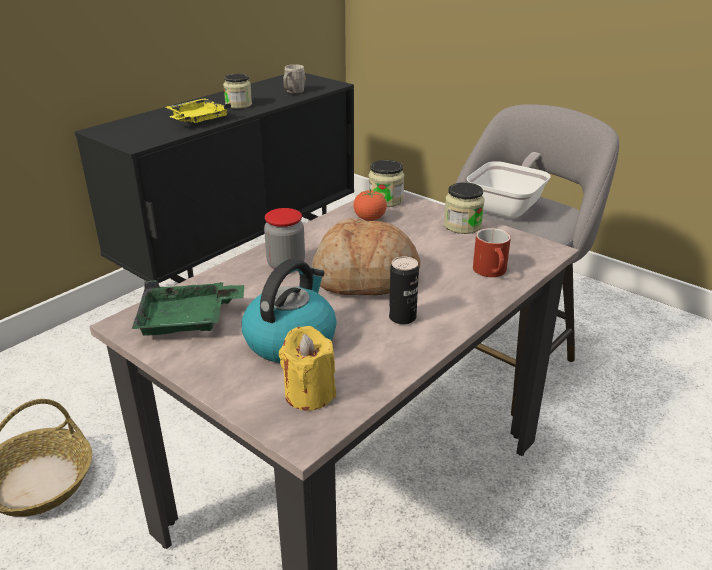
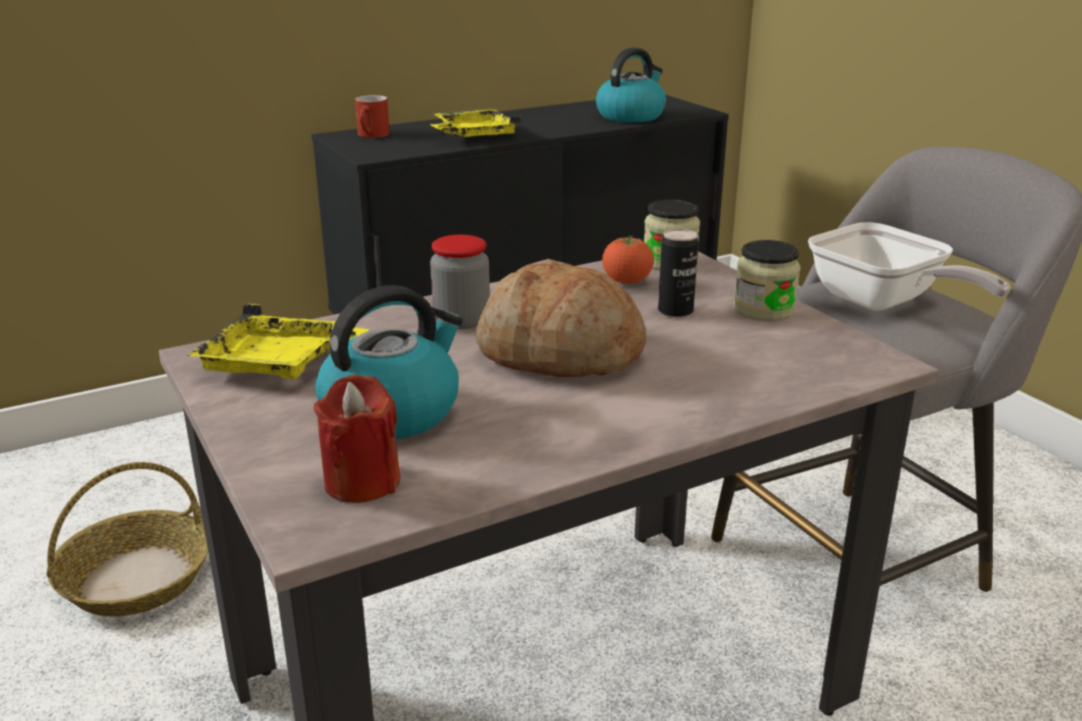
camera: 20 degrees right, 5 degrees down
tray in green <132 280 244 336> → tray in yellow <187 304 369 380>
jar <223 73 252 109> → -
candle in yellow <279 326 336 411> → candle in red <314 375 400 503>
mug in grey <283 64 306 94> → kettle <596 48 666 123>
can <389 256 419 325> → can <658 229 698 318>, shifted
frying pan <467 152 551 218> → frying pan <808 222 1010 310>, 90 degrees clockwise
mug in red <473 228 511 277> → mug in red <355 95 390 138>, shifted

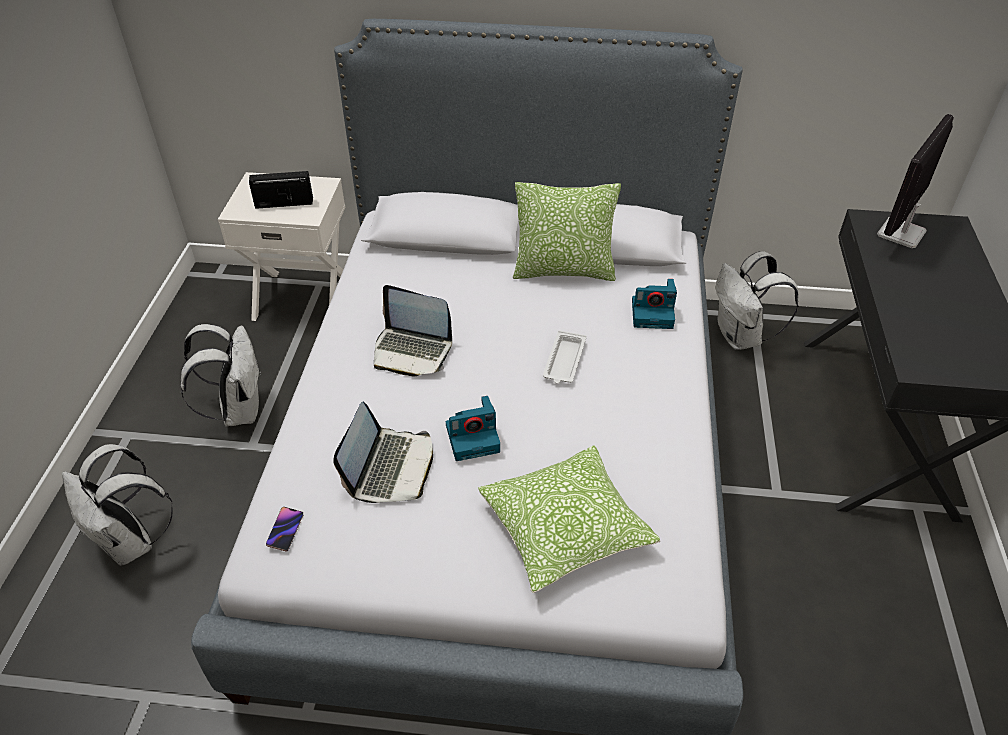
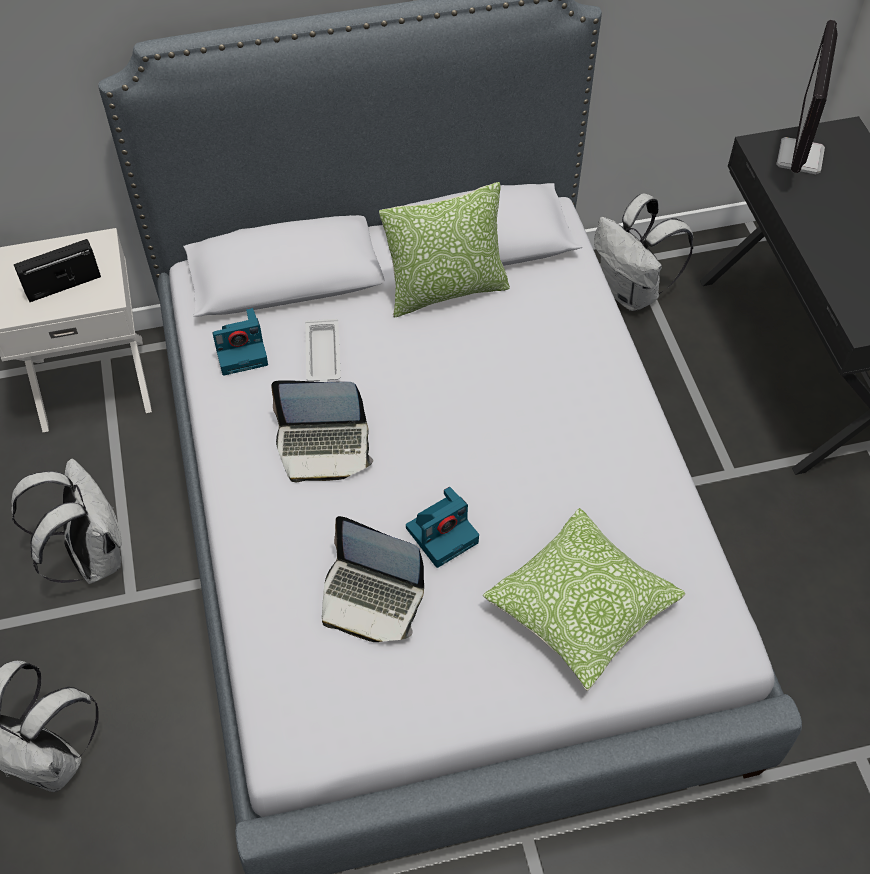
camera: 20 degrees left, 10 degrees up
phone <266 507 303 552> → -
laptop <333 402 433 503> → laptop <322 516 424 642>, 120 degrees clockwise
tray in white <543 330 586 384> → tray in white <305 319 341 382>, shifted
photo camera <632 279 677 329> → photo camera <213 308 268 376>, shifted

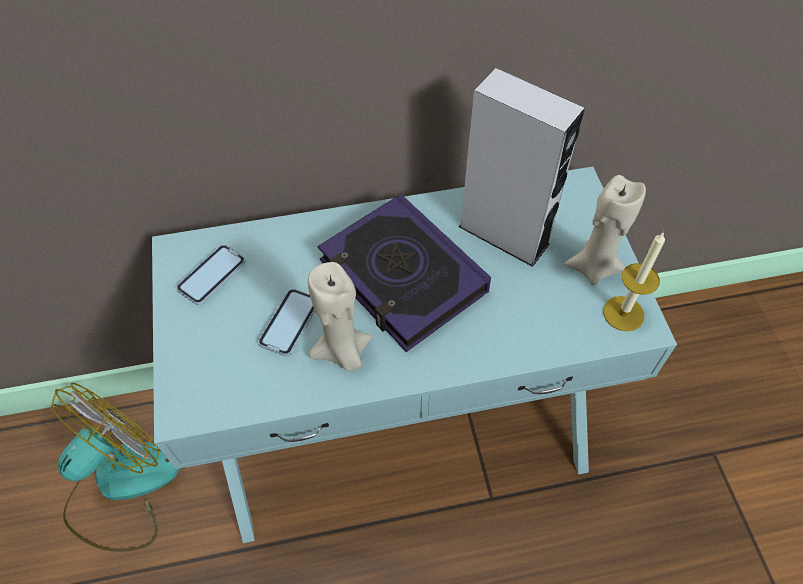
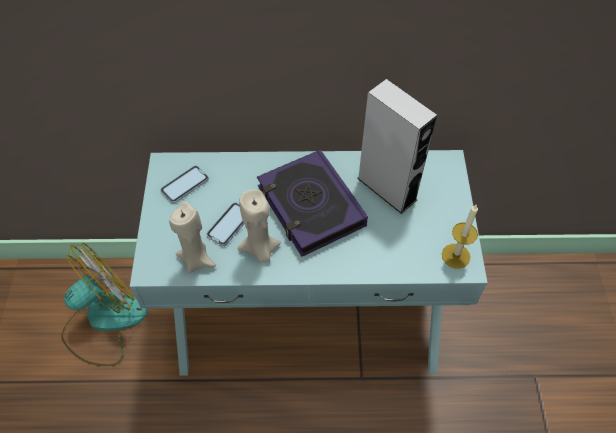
camera: 10 degrees right, 0 degrees up
candle in beige <565 175 646 285> → candle in beige <169 202 216 273>, shifted

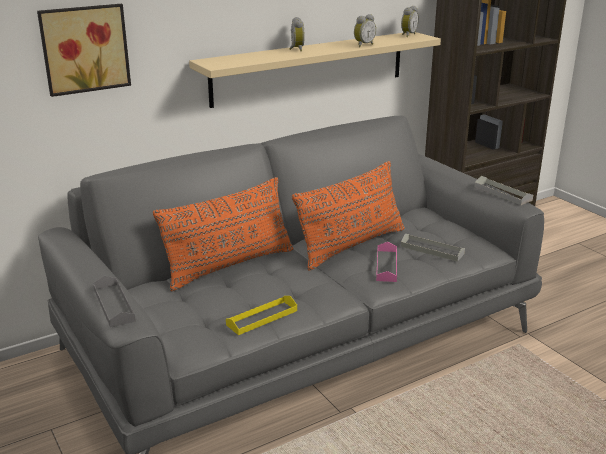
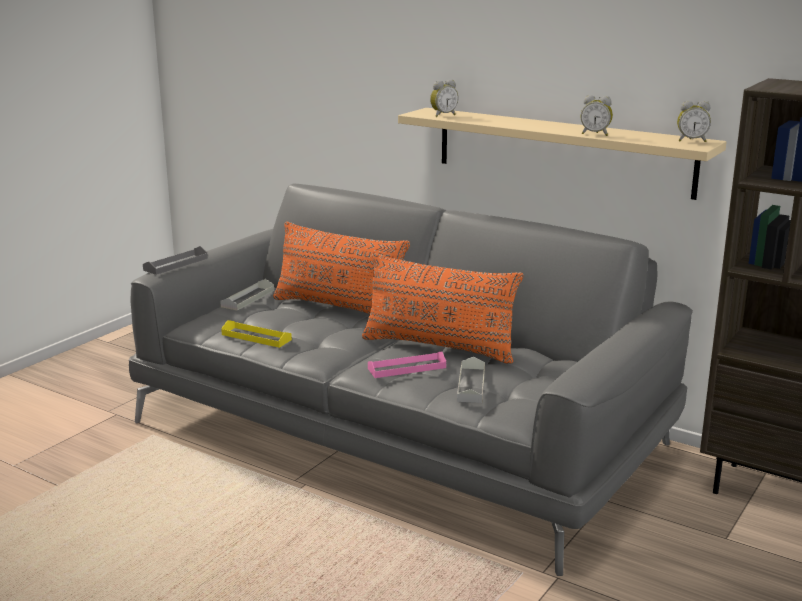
camera: 65 degrees right, 5 degrees down
picture <37 4 131 97> → -
alarm clock <290 17 304 51> → alarm clock <430 79 458 117>, shifted
tray in grey <474 176 533 205> → tray in grey <220 279 274 310>, shifted

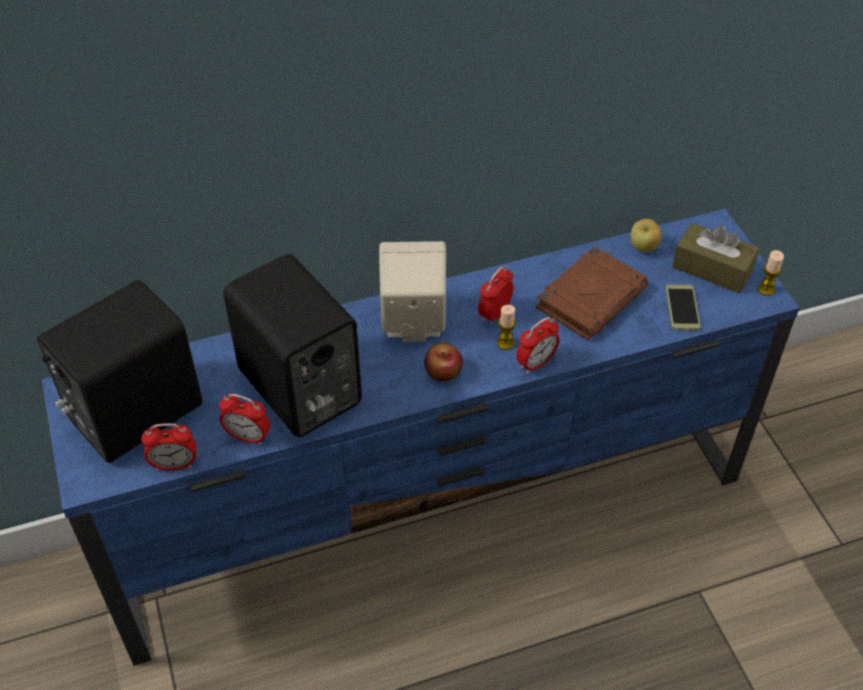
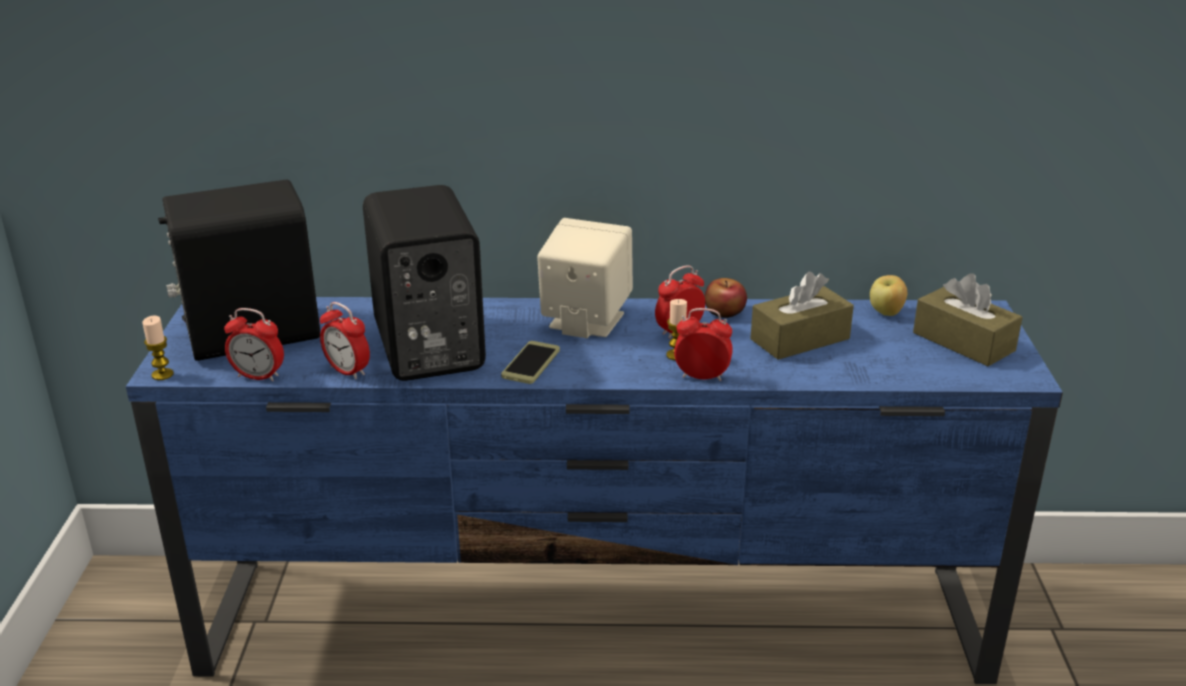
camera: 20 degrees right, 20 degrees down
apple <424 343 463 381> → apple <705 278 747 318>, shifted
alarm clock <516 317 560 374> → alarm clock <674 308 733 381>, 150 degrees counterclockwise
book in brown <536 246 648 340> → tissue box in brown <750 272 854 360>
phone <666 285 701 330> → phone <501 341 560 384>, shifted
candle <758 250 784 296> → candle <142 315 174 380>, shifted

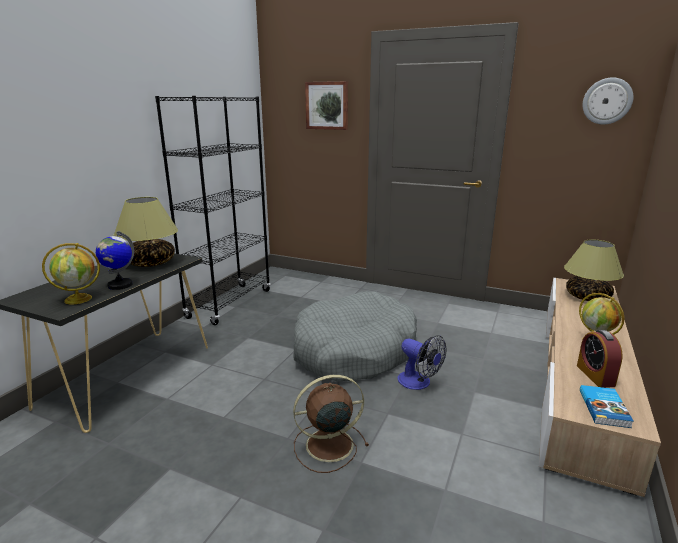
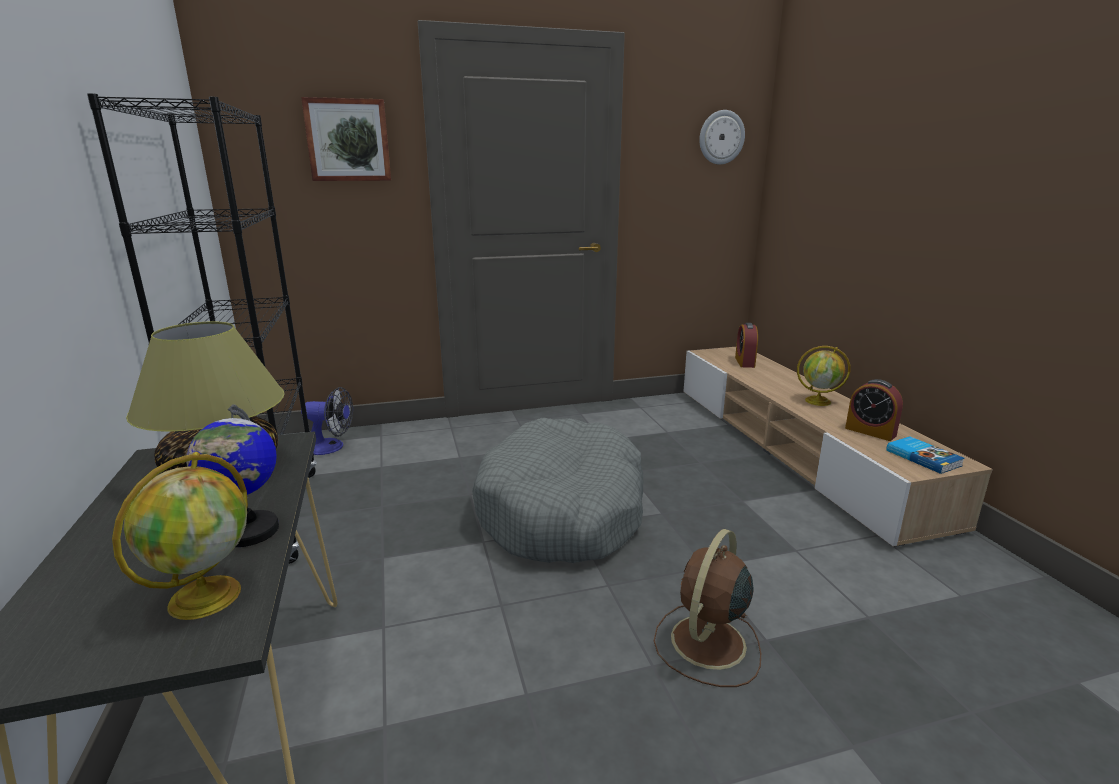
camera: 40 degrees left, 0 degrees up
fan <397 335 447 390> → fan <301 387 353 455>, shifted
table lamp <564 239 624 301> → alarm clock <735 323 758 368>

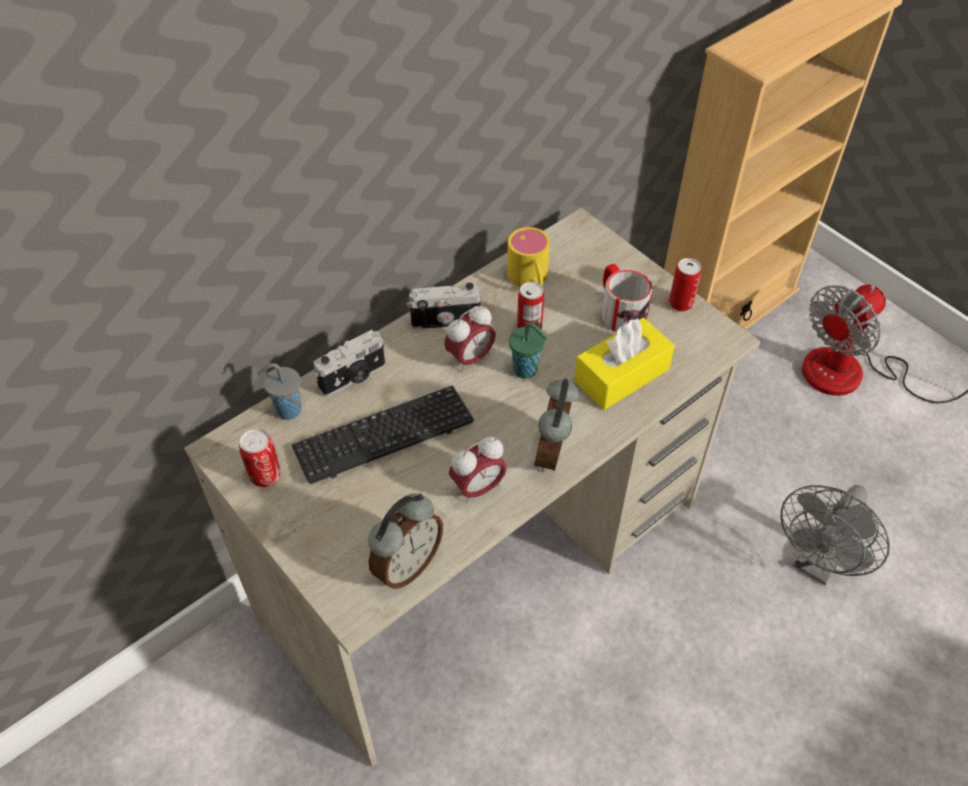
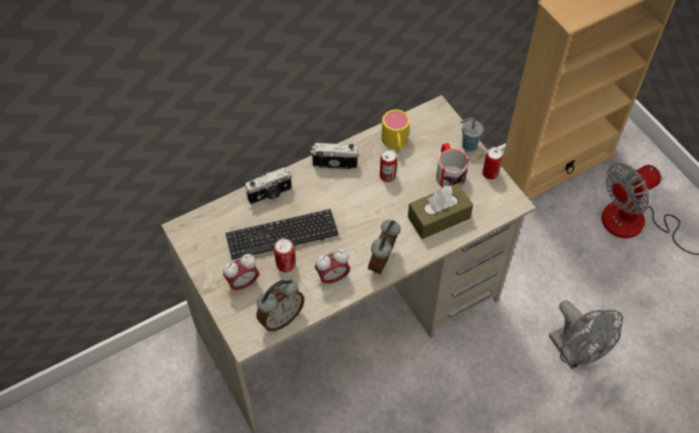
camera: 10 degrees right, 5 degrees up
can <239 429 280 487> → can <274 238 296 272>, shifted
cup in grey <257 363 301 420> → cup in grey <461 118 484 151>, shifted
alarm clock <444 306 496 372> → alarm clock <223 254 259 293>, shifted
cup in green <509 323 548 379> → -
tissue box in yellow <574 318 675 410> → tissue box in brown <408 183 473 239>
fan in grey <781 485 890 585> → fan in grey <549 300 623 369>, 75 degrees counterclockwise

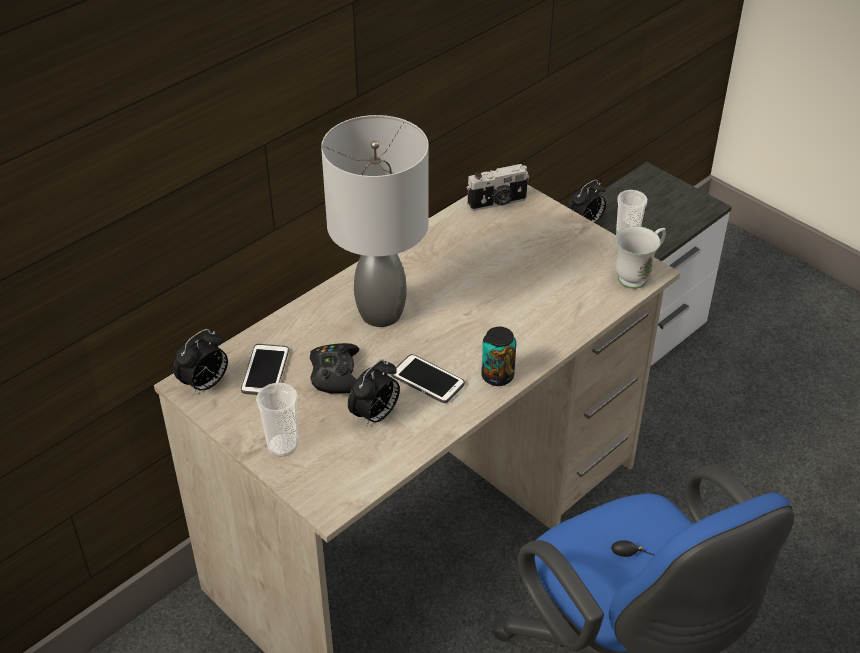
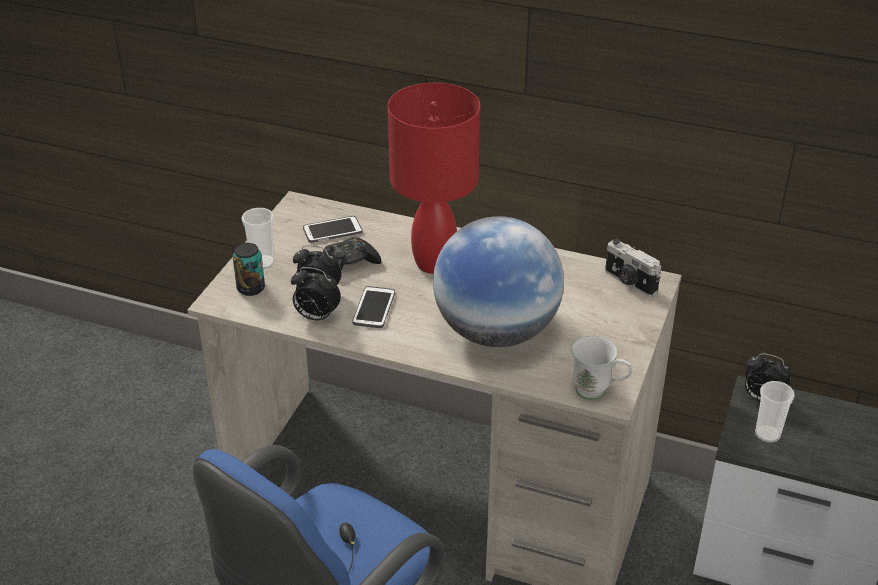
camera: 65 degrees right, 5 degrees down
alarm clock <173 329 228 395> → alarm clock <291 267 341 322>, shifted
table lamp in grey <321 115 429 327> → table lamp in red <388 83 480 274>
can <481 327 516 386> → can <233 243 265 296>, shifted
- → globe <433 216 564 347>

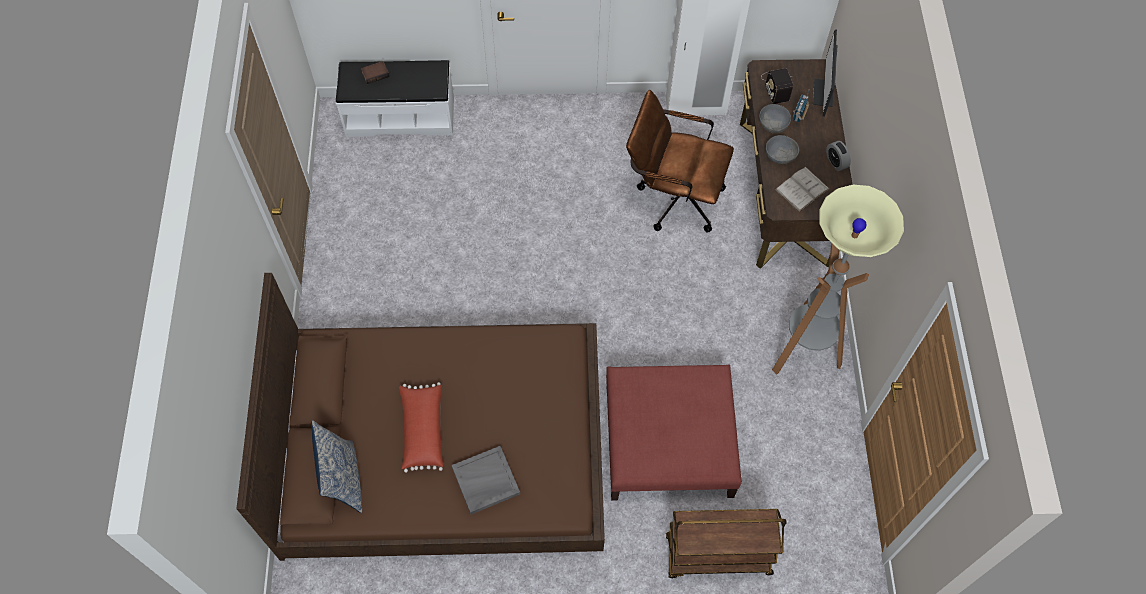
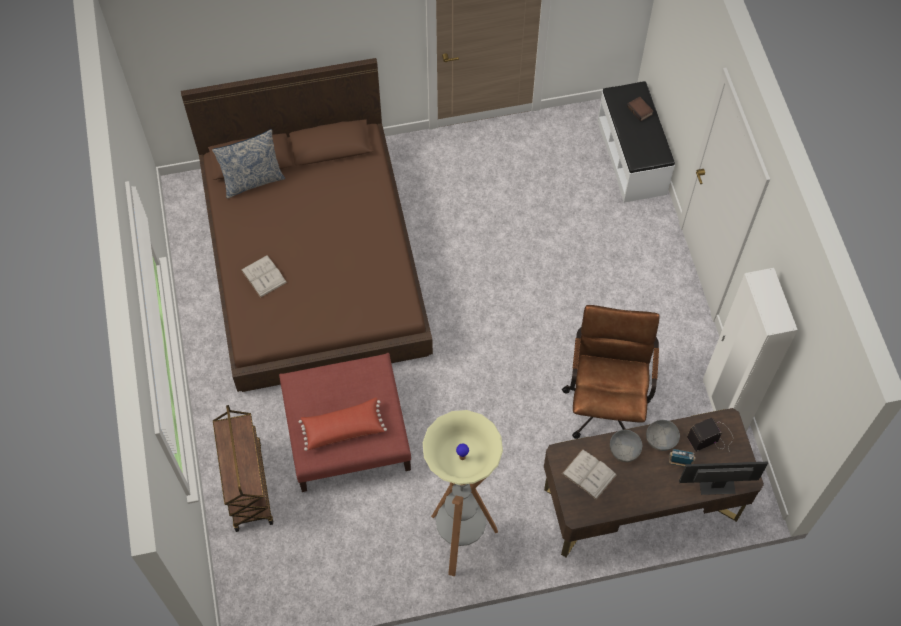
camera: 80 degrees right, 0 degrees up
pillow in red <399 382 443 473> → pillow in red <299 397 387 451>, shifted
tray in grey <451 446 520 514> → book in white <241 255 287 298>
alarm clock <826 141 851 171> → -

